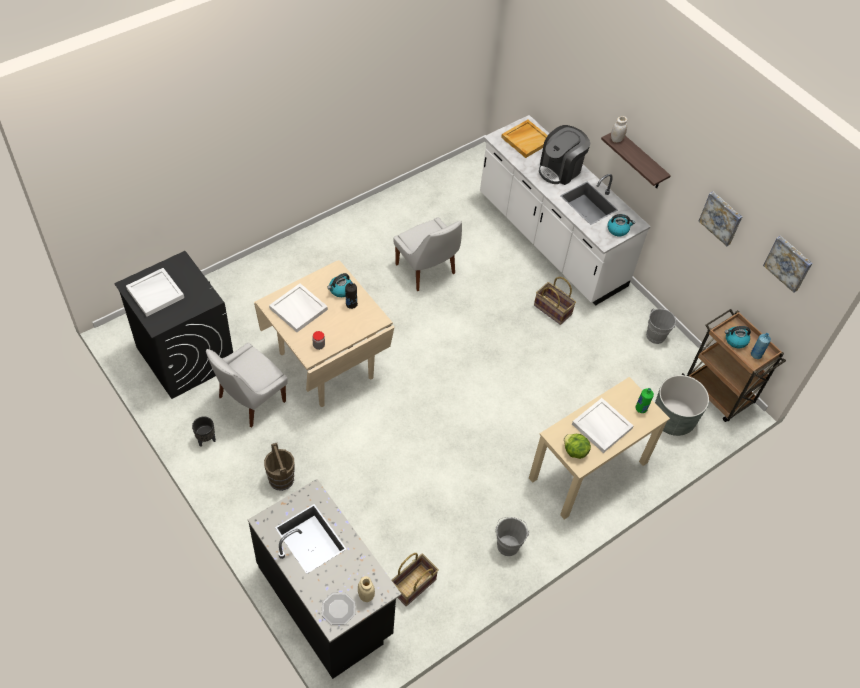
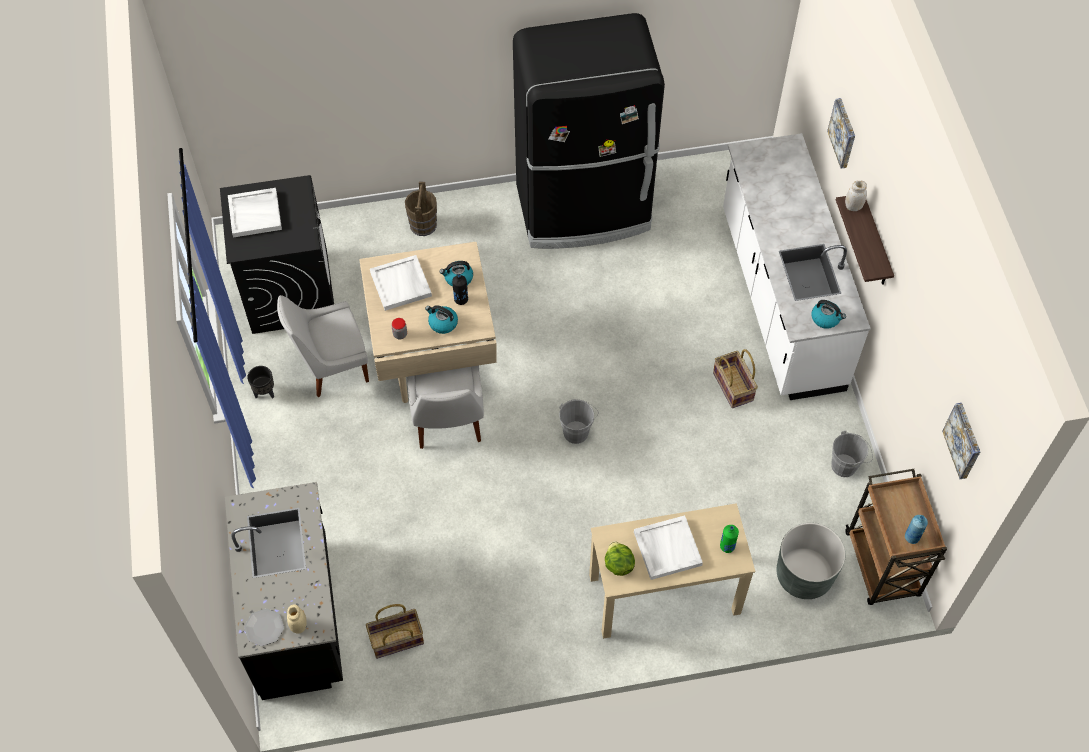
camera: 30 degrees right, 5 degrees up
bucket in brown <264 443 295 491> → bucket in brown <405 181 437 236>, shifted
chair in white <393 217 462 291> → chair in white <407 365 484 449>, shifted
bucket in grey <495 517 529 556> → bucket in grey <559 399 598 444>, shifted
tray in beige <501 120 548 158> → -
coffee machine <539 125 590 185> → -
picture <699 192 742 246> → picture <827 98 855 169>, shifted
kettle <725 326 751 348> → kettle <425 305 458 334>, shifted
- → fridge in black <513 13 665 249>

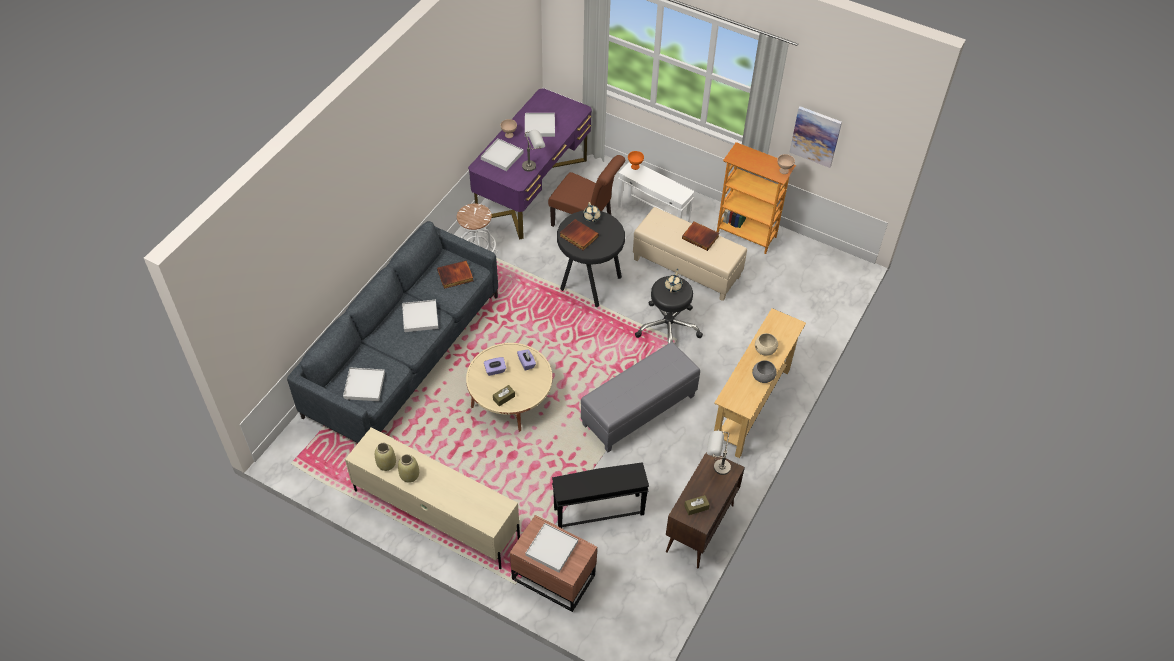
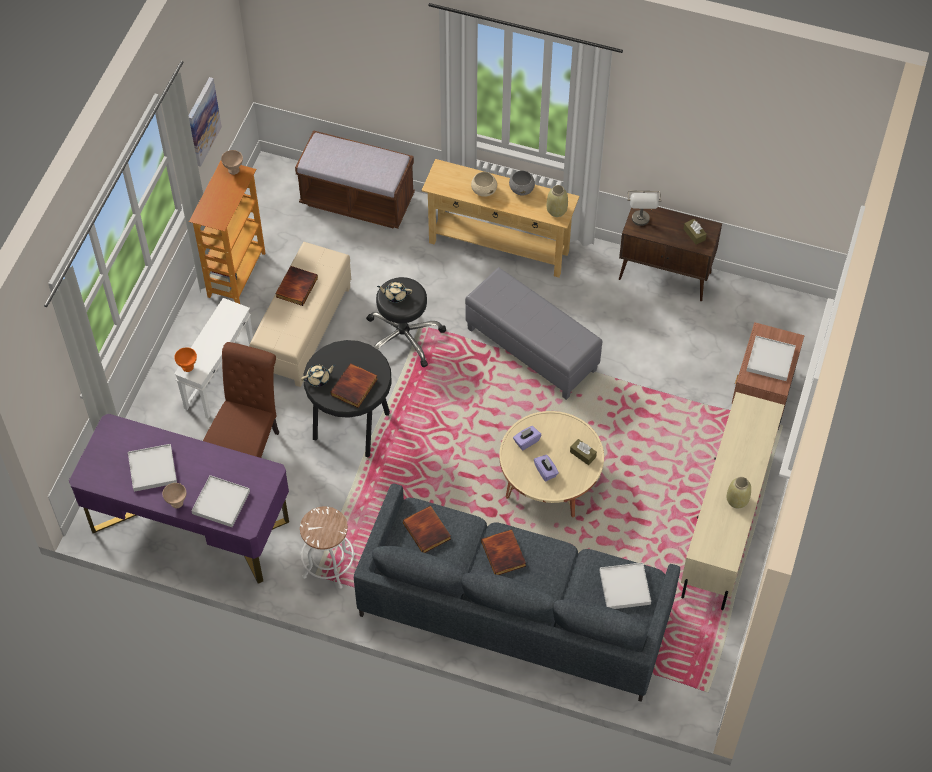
camera: 100 degrees left, 5 degrees up
vase in beige <375 443 396 471> → vase in beige <547 185 568 217>, shifted
tray in white <402 300 438 332> → book <481 529 526 575>
table lamp in grey <522 130 545 171> → -
side table in black <552 462 649 528> → -
- → bench in brown <295 130 415 228>

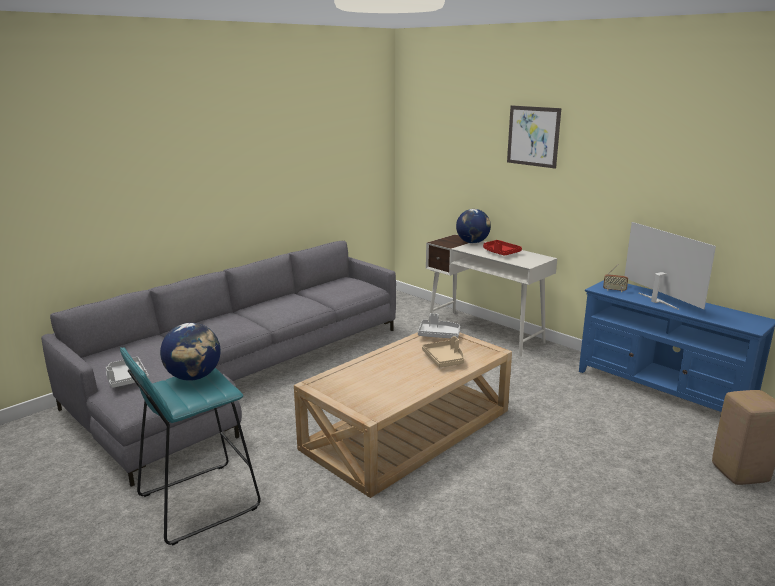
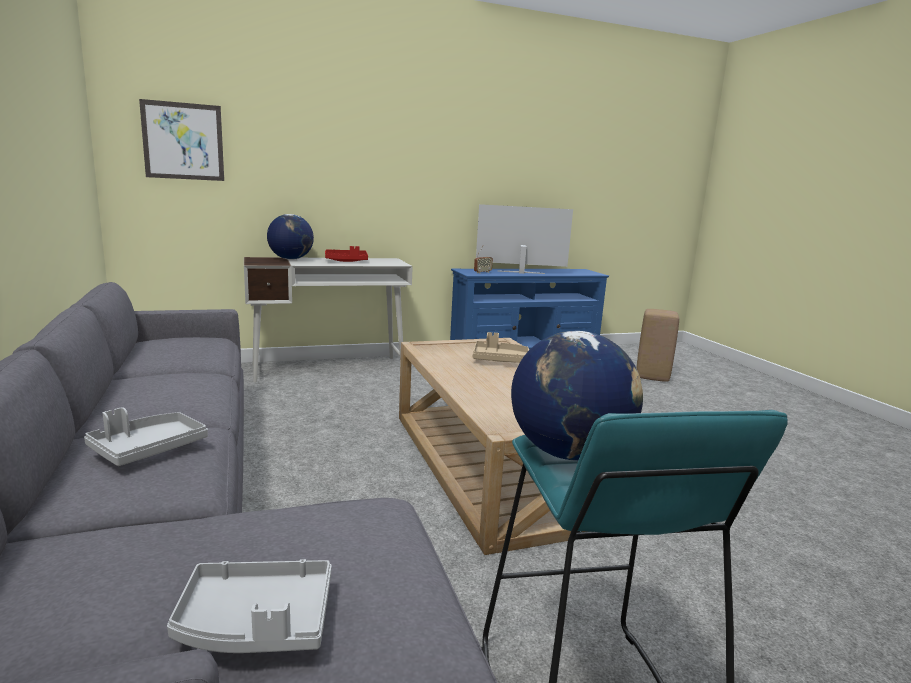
camera: 65 degrees left, 5 degrees down
tray in grey <418 313 460 338> → tray in grey <84 407 208 466>, shifted
picture <507 105 561 169> → picture <139 99 224 181>, shifted

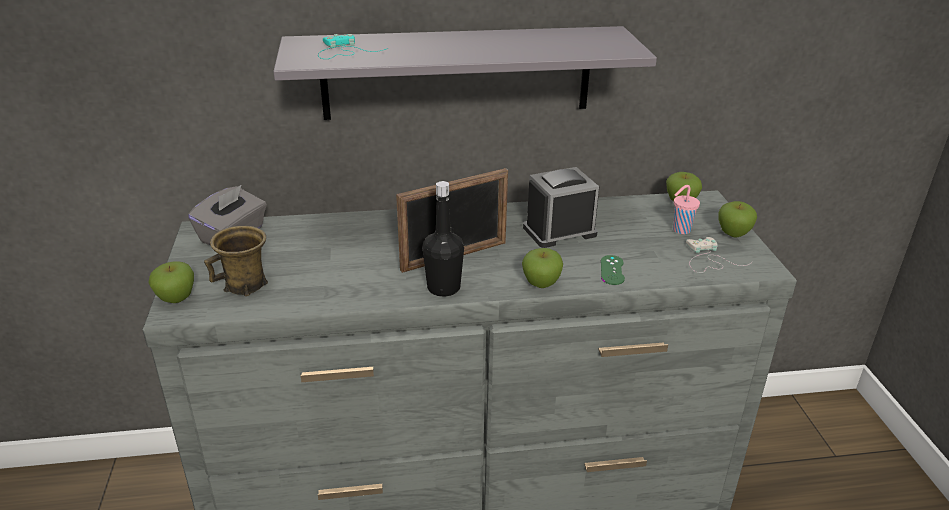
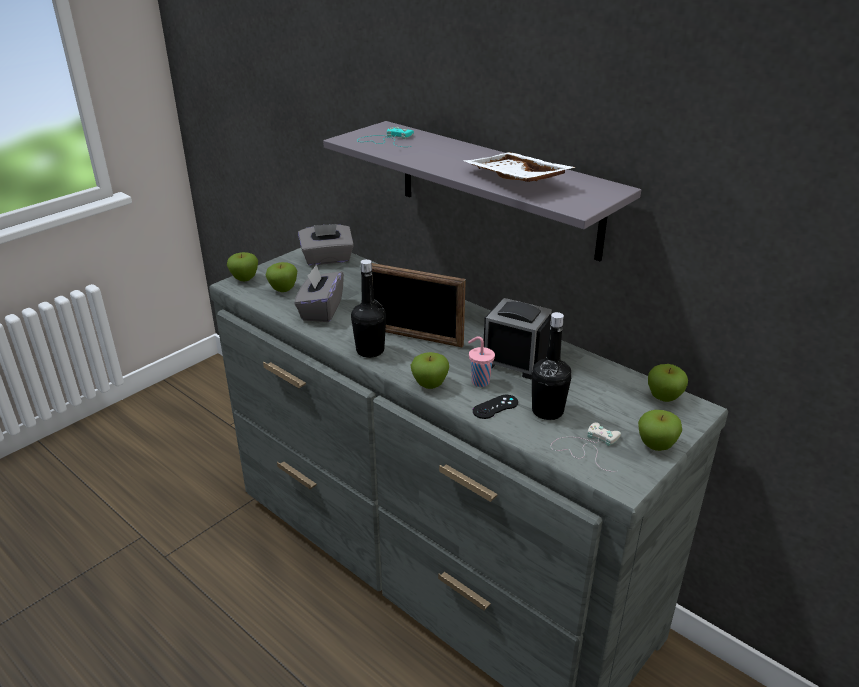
camera: 50 degrees right, 0 degrees up
mug in brown <204 226 268 296> → apple <265 262 297 292>
game controller in green <601 255 625 285> → game controller in black <473 395 518 419>
cup in pink <673 185 700 234> → cup in pink <468 336 495 387>, shifted
- → tissue box in grey <294 264 344 322>
- → tray in white <463 152 576 182>
- → bottle in black <532 312 572 420>

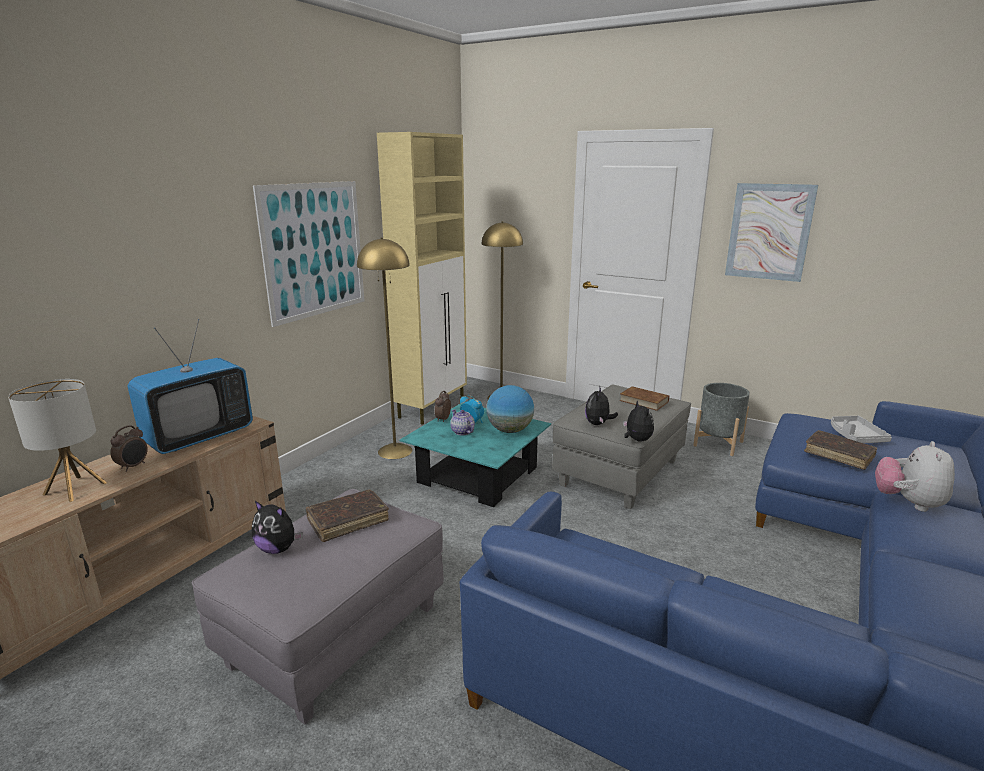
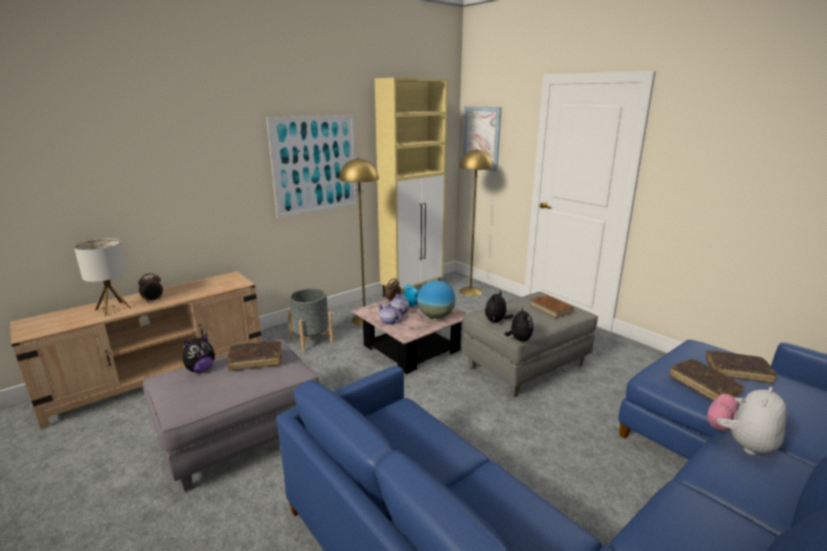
camera: 20 degrees right, 0 degrees up
television <128 319 253 454> → -
plush toy <252 501 303 554> → plush toy <183 333 215 372>, 90 degrees counterclockwise
coffee table in turquoise <399 403 551 507> → coffee table in pink <351 294 468 374>
planter in grey <693 383 750 456> → planter in grey <287 288 333 352>, shifted
picture <725 183 818 282> → picture <463 106 502 172>, shifted
tray in grey <831 416 892 443> → book in brown <705 350 777 383>
- → teapot <378 304 402 325>

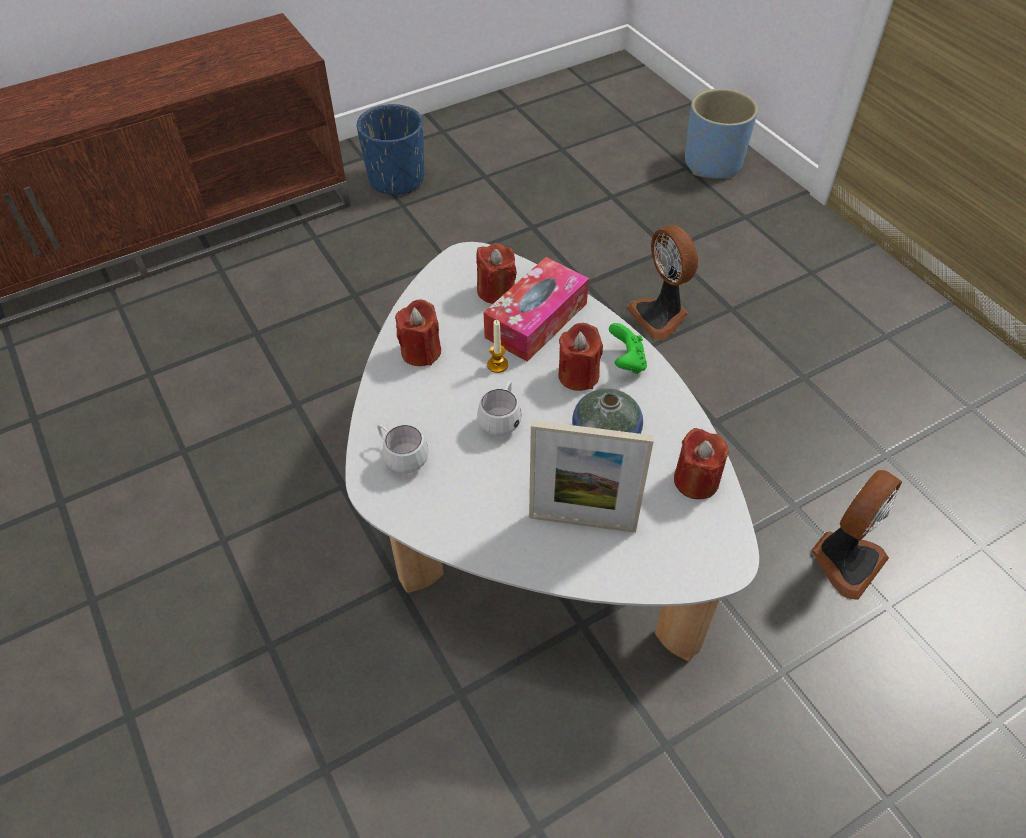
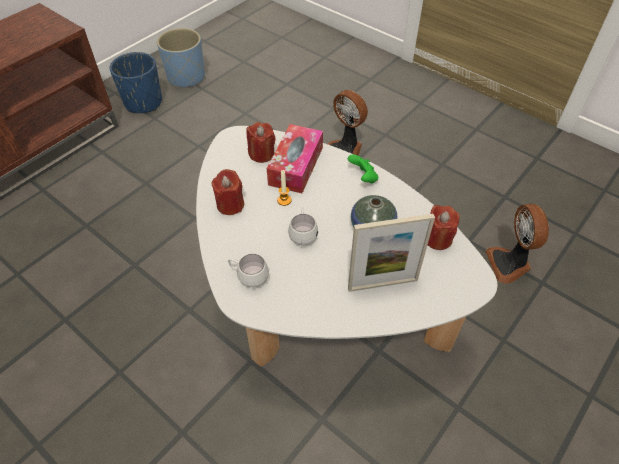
camera: 20 degrees left, 0 degrees up
candle in red <558 323 603 391> → -
planter in blue <685 89 758 179> → planter in blue <157 28 205 88>, shifted
fan <811 470 902 600> → fan <485 204 549 284>, 150 degrees clockwise

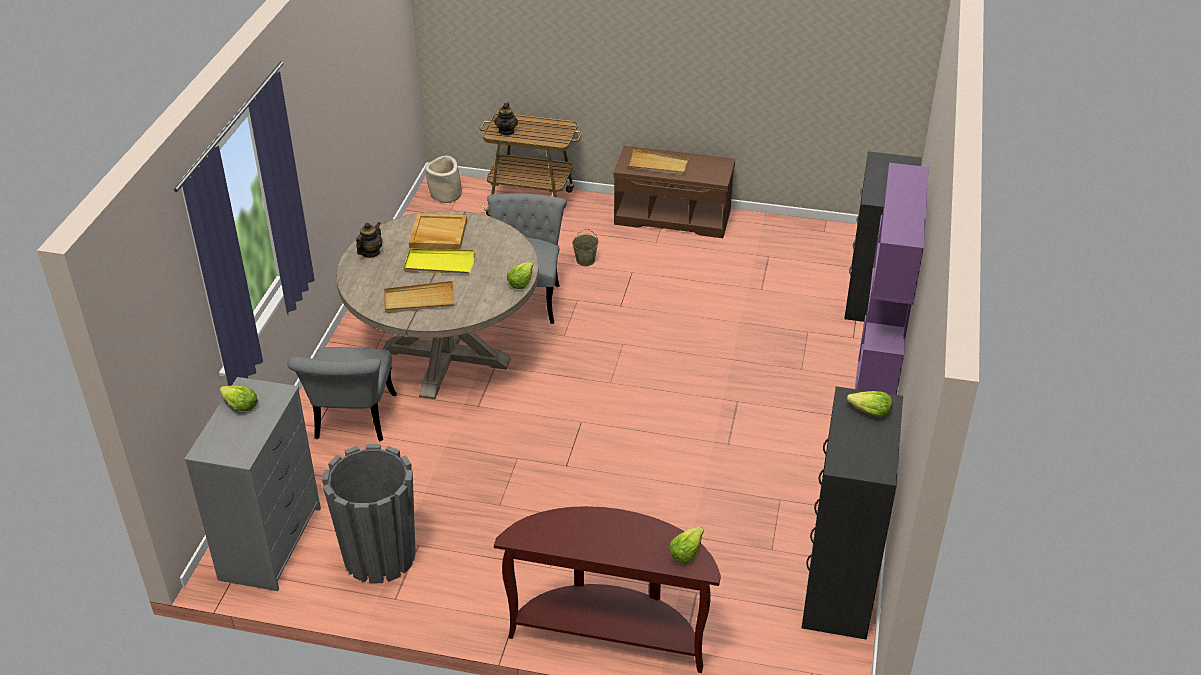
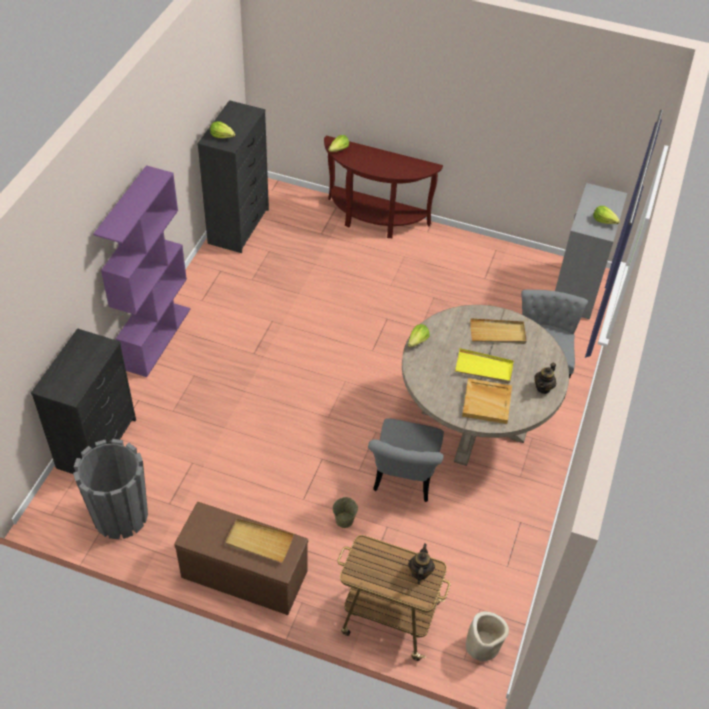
camera: 175 degrees left, 10 degrees up
planter in grey <322 444 416 583> → planter in grey <73 439 148 539>, shifted

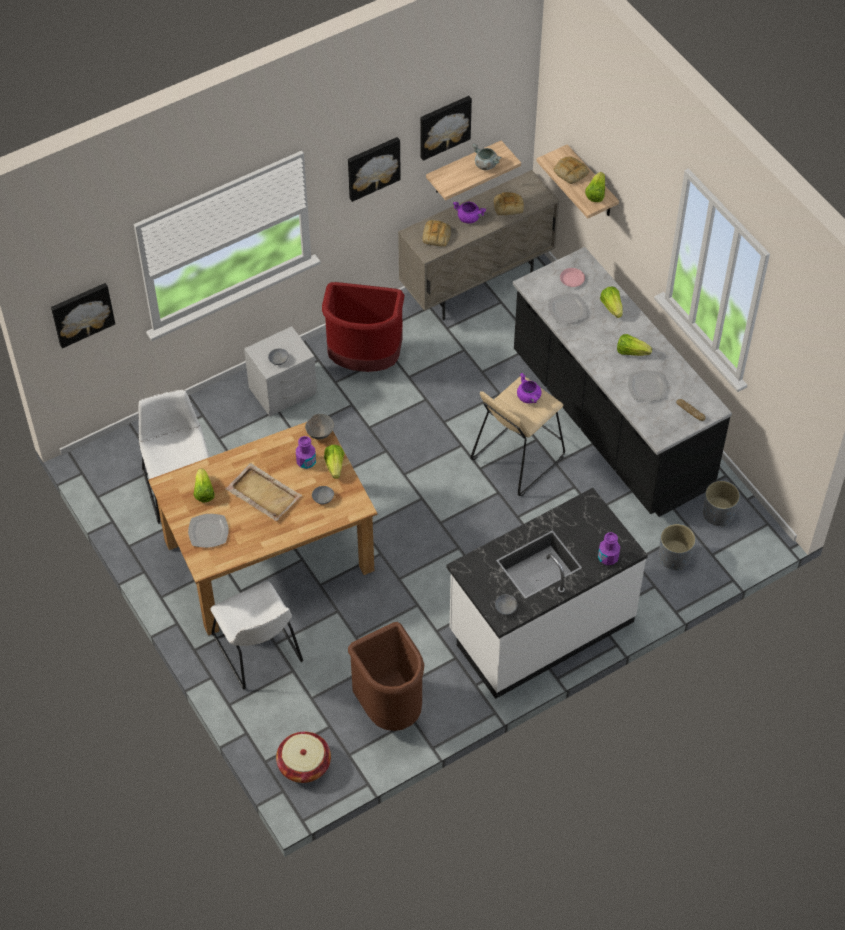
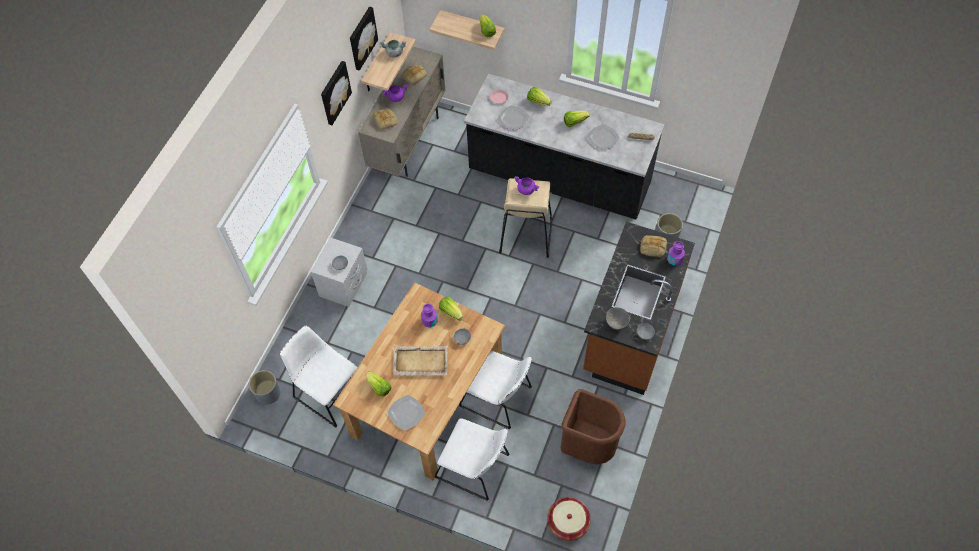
camera: 35 degrees left, 5 degrees up
picture <51 283 115 348> → -
bowl in grey <305 414 334 439> → bowl in grey <606 307 630 330>, shifted
trash can in red <322 282 405 372> → -
counter in white <446 488 648 699> → counter in brown <583 222 695 395>
bread <553 157 589 184> → bread <640 235 667 257>, shifted
planter in grey <703 481 740 527> → planter in grey <249 370 280 405>, shifted
- → chair in white <459 350 532 429>

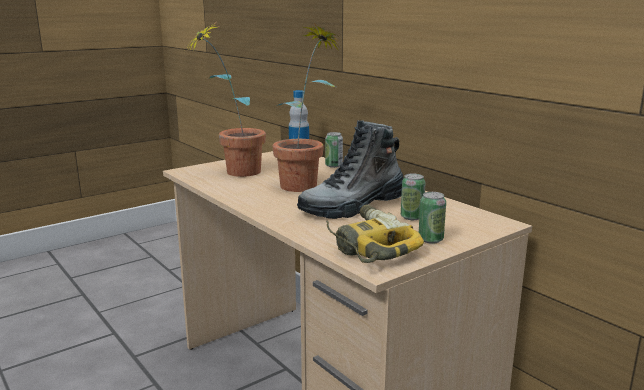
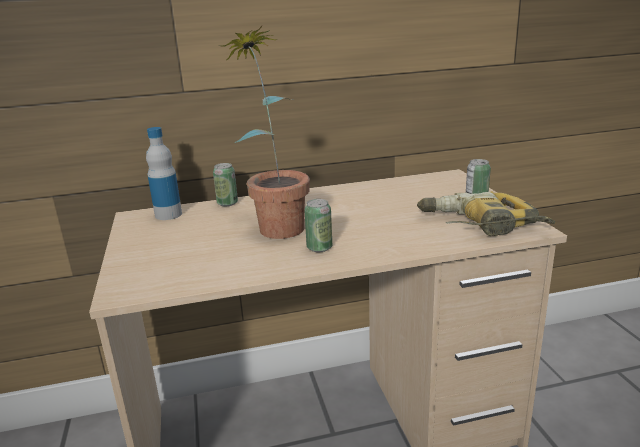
camera: 65 degrees left, 5 degrees up
potted plant <185 24 266 177> → -
boot <297 120 404 219> → -
can <401 174 425 220> → can <304 199 332 252>, shifted

